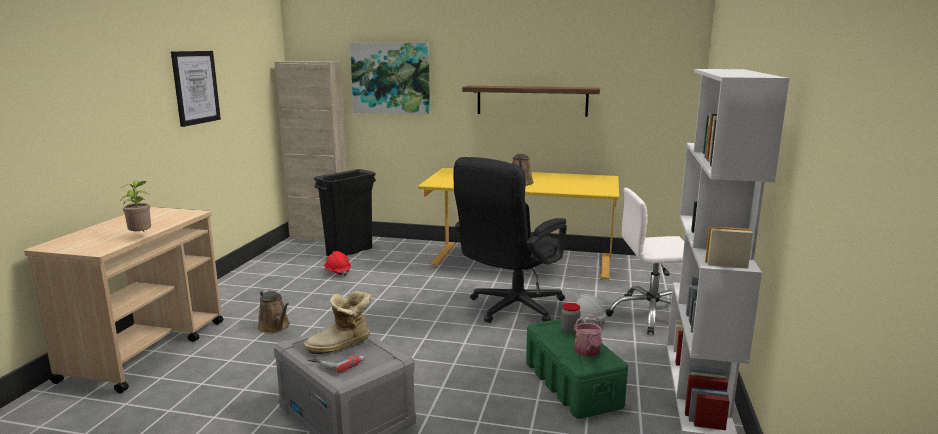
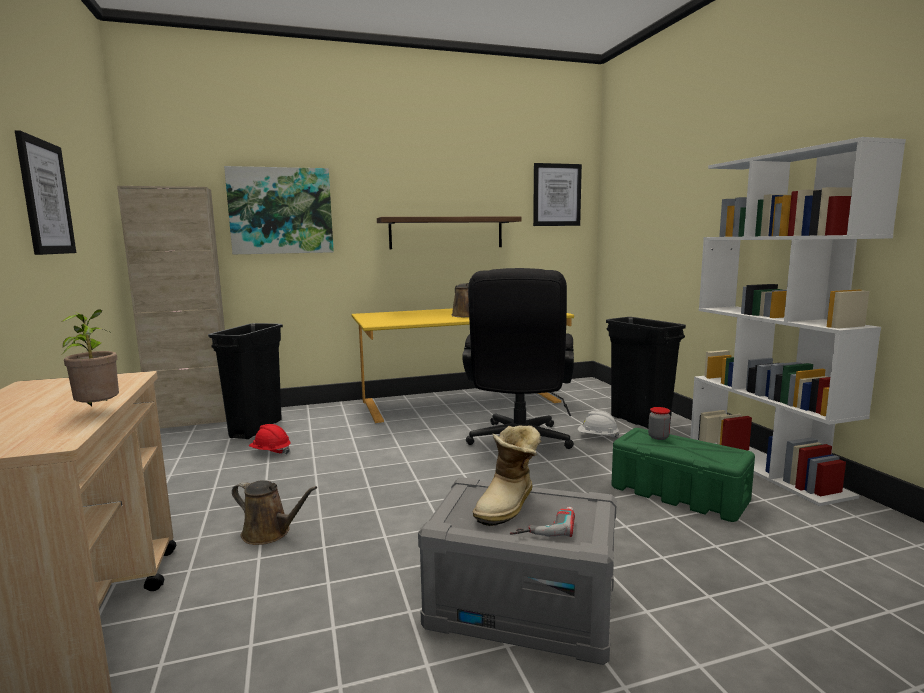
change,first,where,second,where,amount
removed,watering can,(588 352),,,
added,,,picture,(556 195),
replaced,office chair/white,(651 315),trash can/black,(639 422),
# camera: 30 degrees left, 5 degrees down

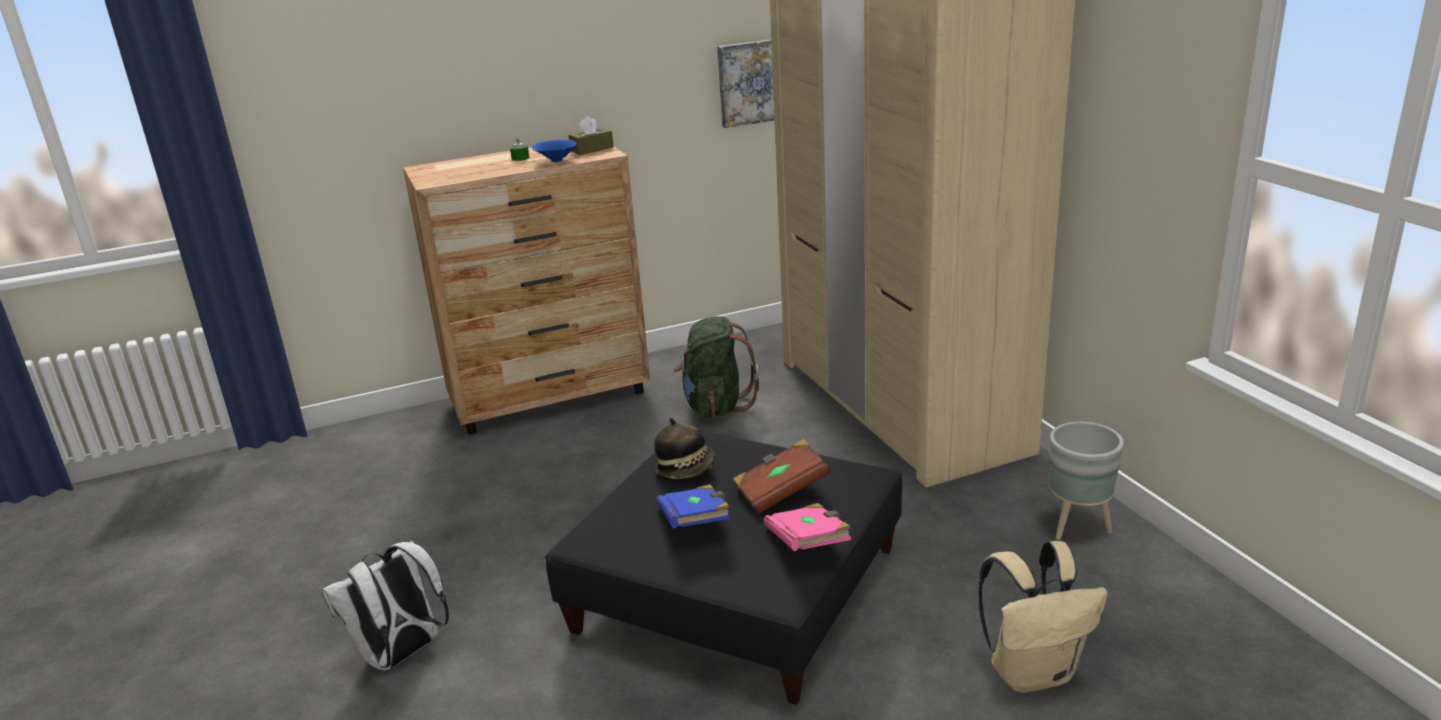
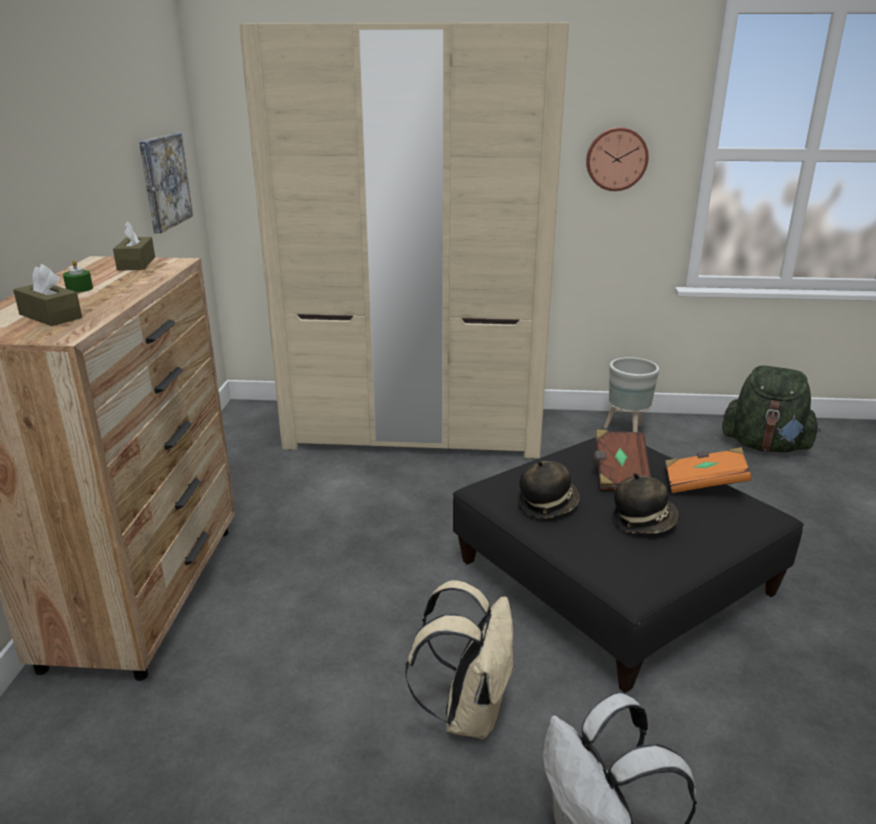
change,first,where,second,where,amount
removed,bowl/blue,(555 161),,,
added,,,tissue box/brown,(50 316),
added,,,wall clock,(616 159),
moved,backpack/green,(716 406),,(765 446),
moved,backpack/beige,(1033 672),,(468 712),
replaced,book/blue,(695 522),hat,(643 522),
recoloured,book/pink,(808 543),book/orange,(704 484),
# camera: 65 degrees left, 0 degrees up

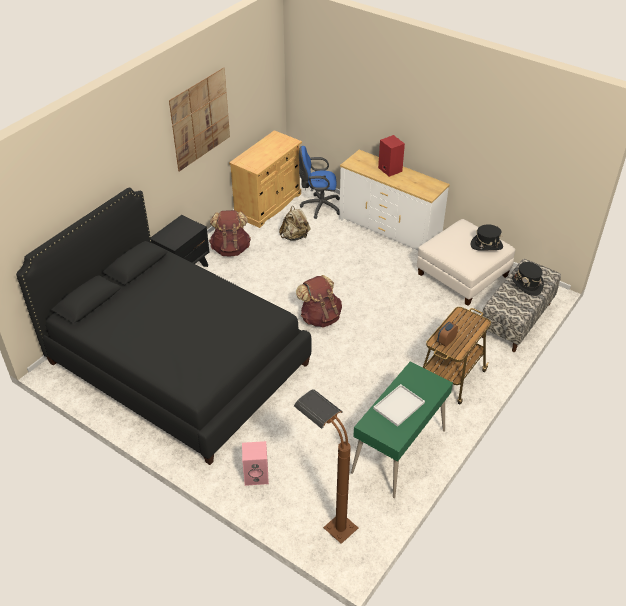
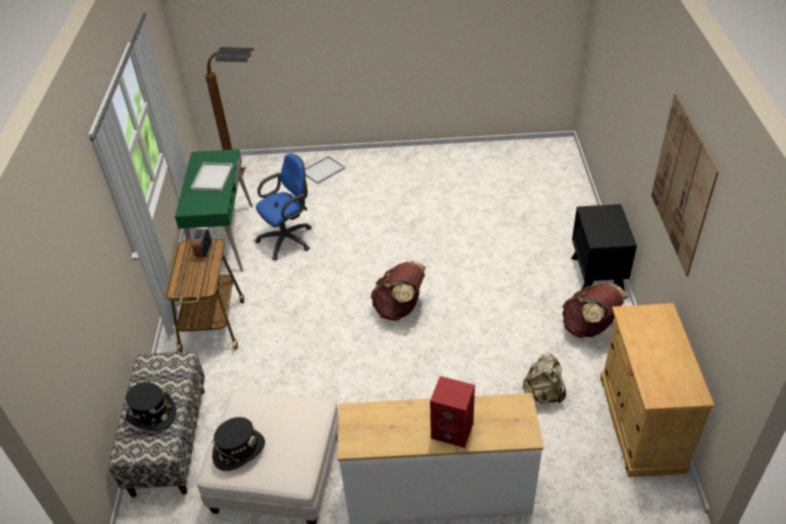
change,first,where,second,where,amount
removed,bed/black,(178 363),,,
moved,office chair/blue,(319 206),,(289 239),
replaced,speaker/pink,(257 475),tray/white,(322 171),
# camera: 145 degrees right, 0 degrees up

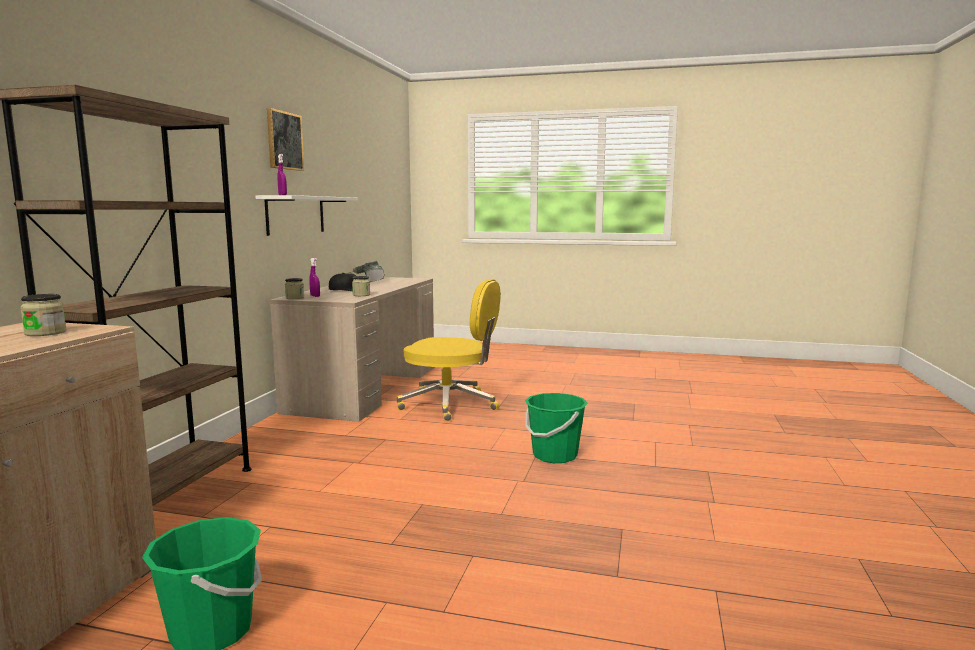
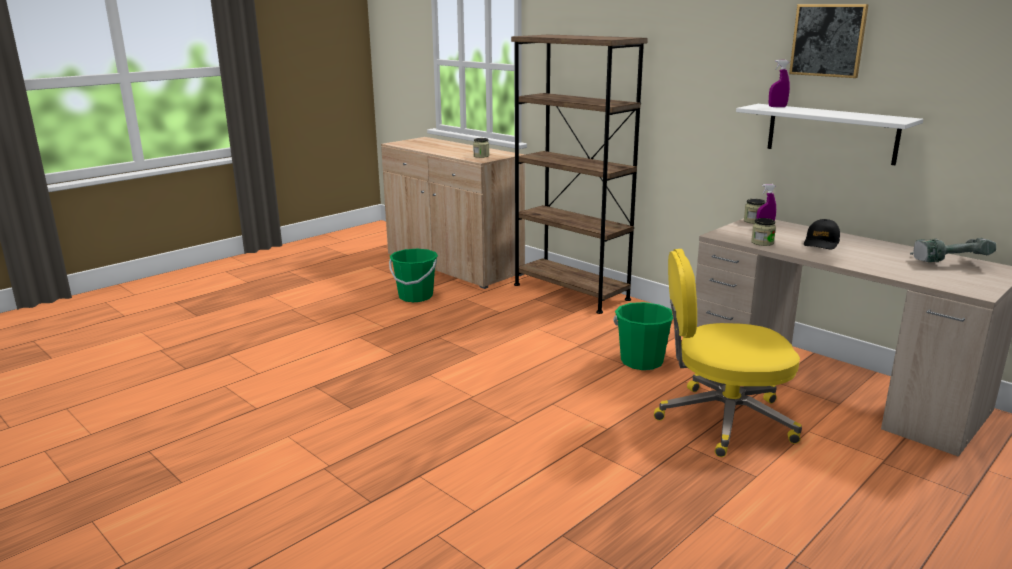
change,first,where,second,where,amount
moved,bucket/green,(554 455),,(641 361),
turned,office chair/yellow,(451 405),,(722 420),45 degrees clockwise
# camera: 120 degrees right, 10 degrees up

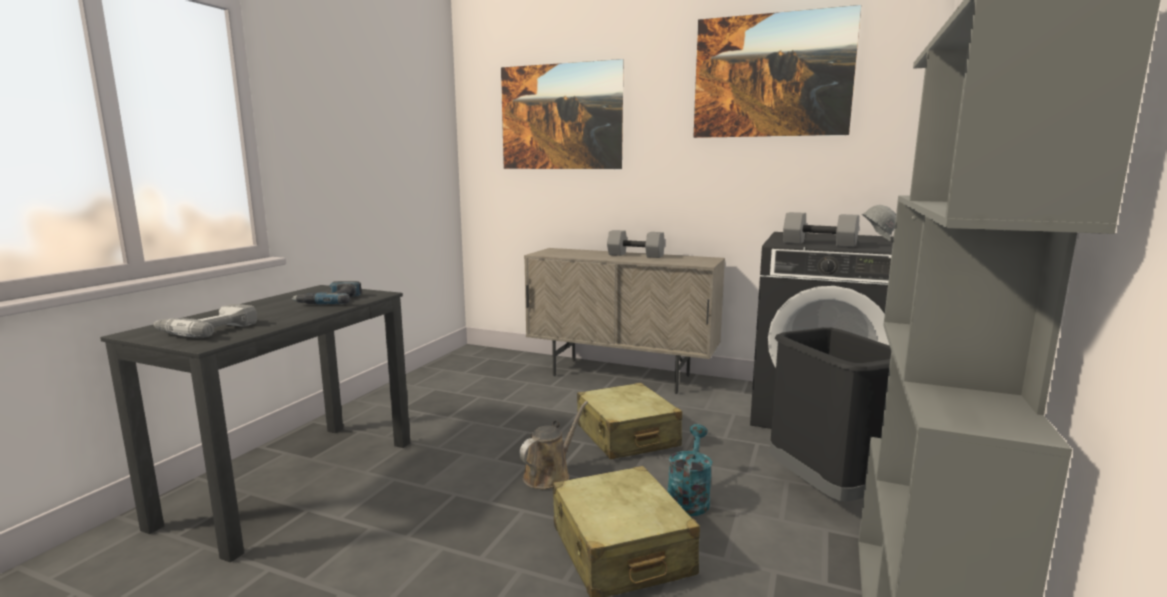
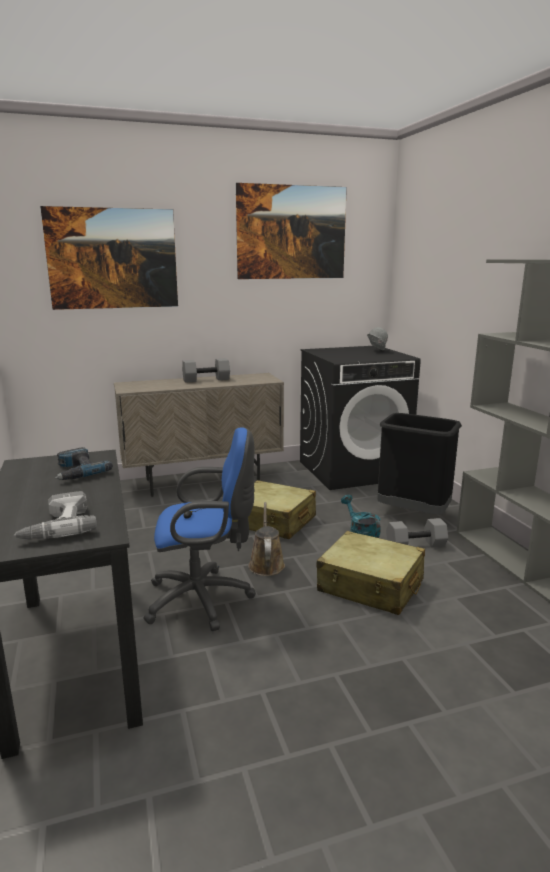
change,first,where,second,where,amount
added,,,office chair/blue,(204 599),
moved,dumbbell/grey,(820 244),,(416 544),
# camera: 40 degrees left, 5 degrees up

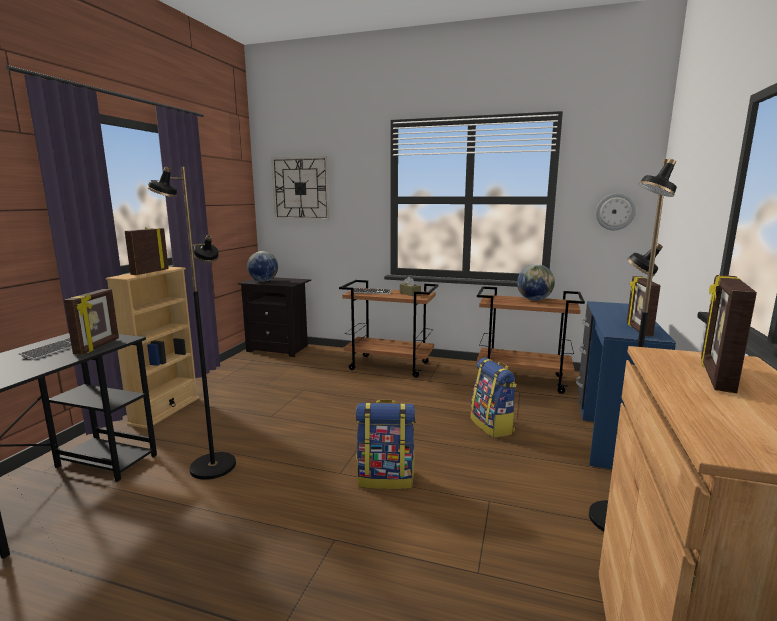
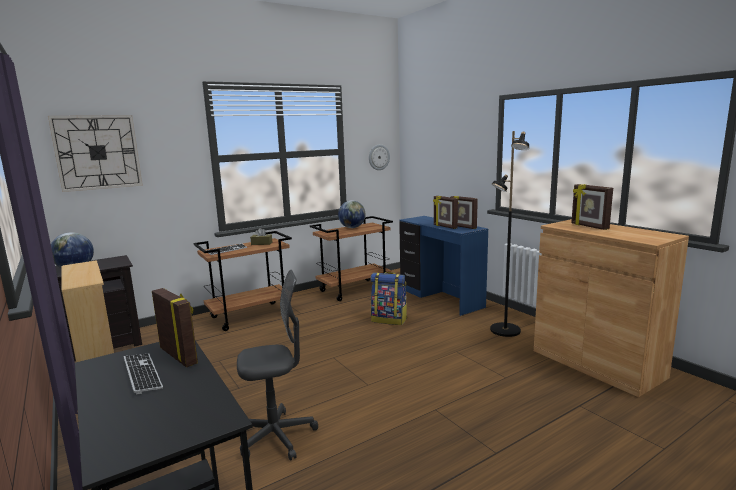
change,first,where,second,where,amount
removed,backpack,(386 478),,,
moved,picture frame,(149 272),,(444 226),
replaced,floor lamp/black,(212 466),office chair/grey,(276 437),
# camera: 50 degrees left, 0 degrees up

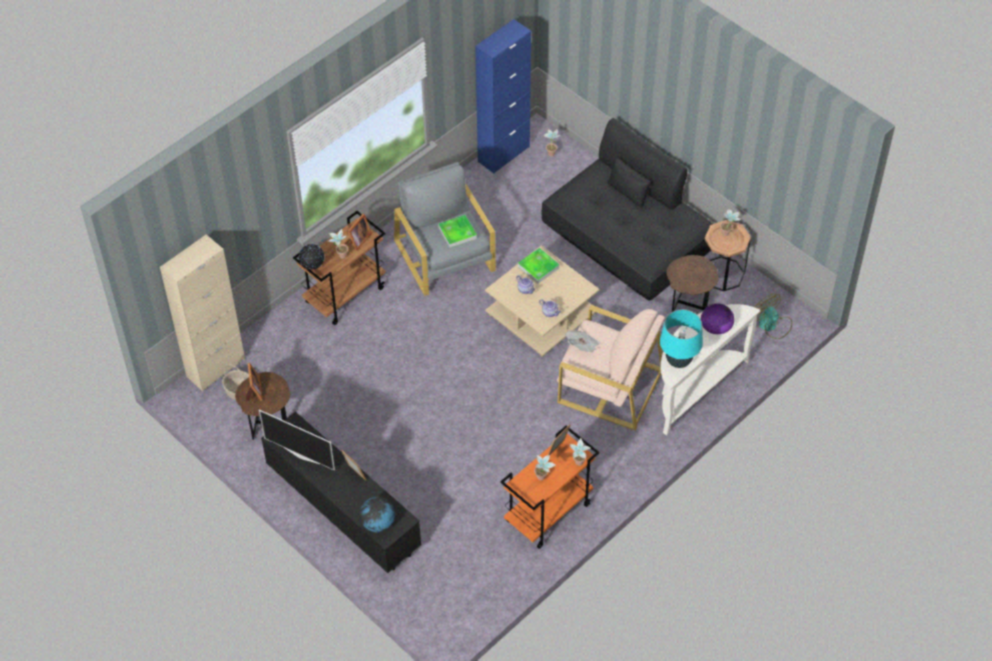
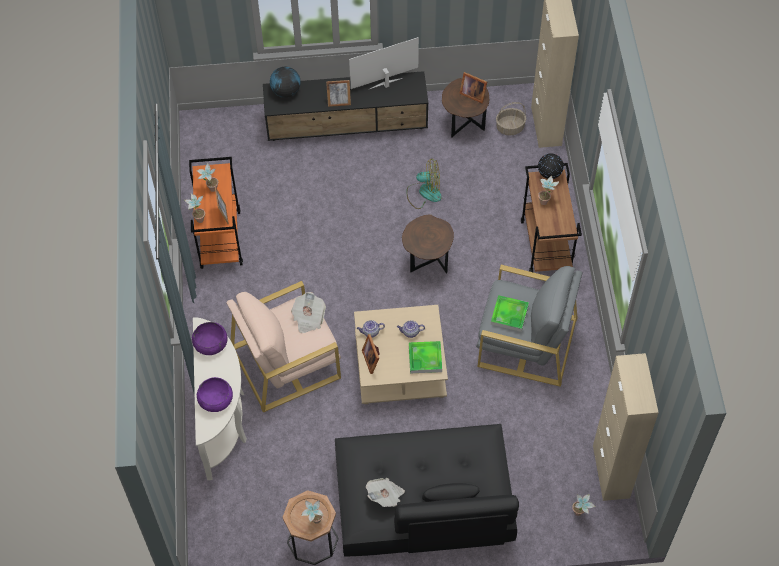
change,first,where,second,where,amount
added,,,newspaper,(385 496),
moved,picture frame,(358 240),,(372 359),
moved,side table/brown,(688 305),,(427 265),
moved,fan,(771 325),,(424 193),
replaced,table lamp/turquoise,(678 361),bowl/purple,(210 343),
recoloured,cabinet/blue,(503 154),cabinet/beige,(611 472),
# camera: 130 degrees right, 5 degrees up

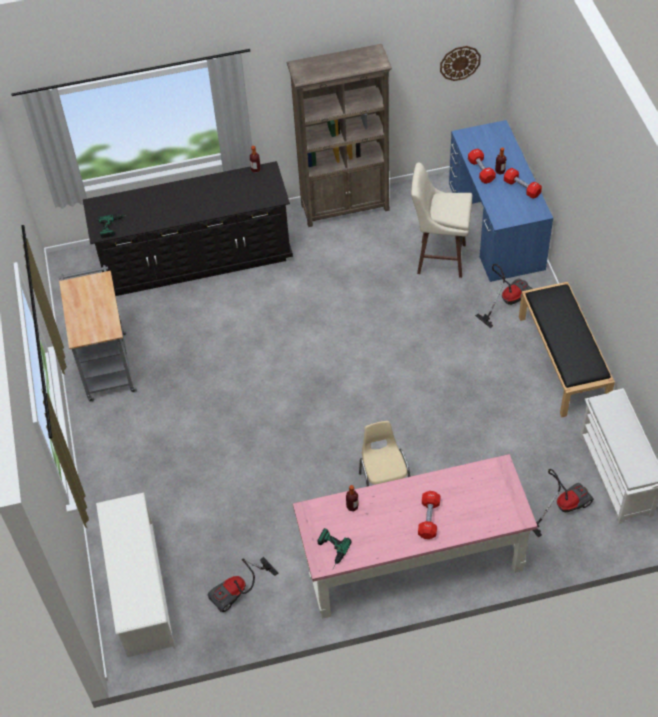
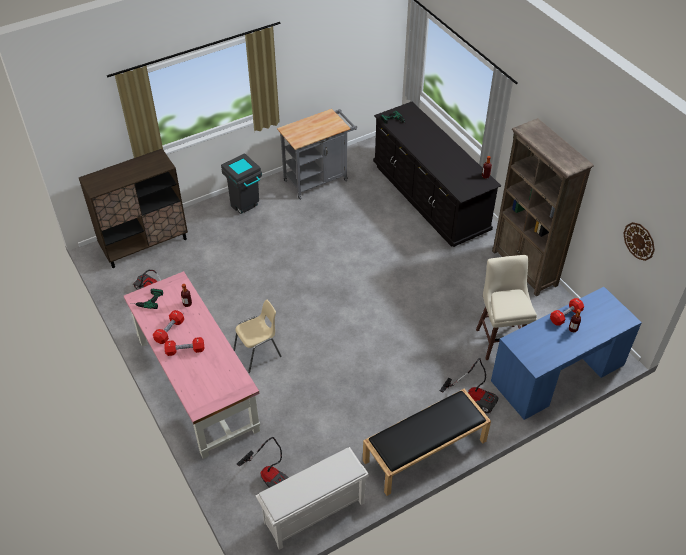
change,first,where,second,where,amount
added,,,trash can/grey,(246 208),
moved,dumbbell/red,(522 188),,(169 331),
replaced,shoe rack/white,(140 591),cabinet/brown,(145 244),
# camera: 70 degrees right, 5 degrees down

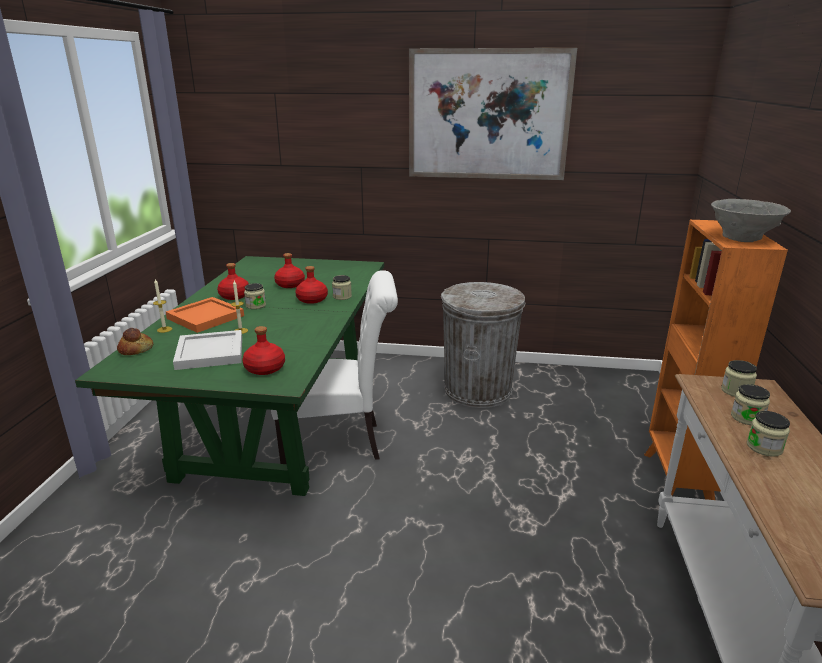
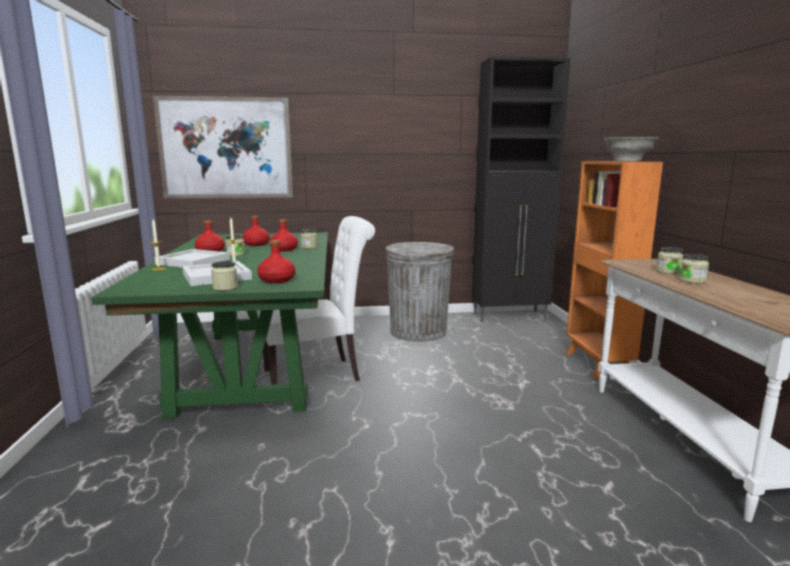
change,first,where,second,where,amount
removed,bread,(135 349),,,
added,,,cabinet/black,(510 316),
moved,picture,(488 115),,(225 148),
moved,jar,(736 391),,(225 287),
recoloured,tray/orange,(204 317),tray/white,(192 261),
# camera: 15 degrees left, 10 degrees down

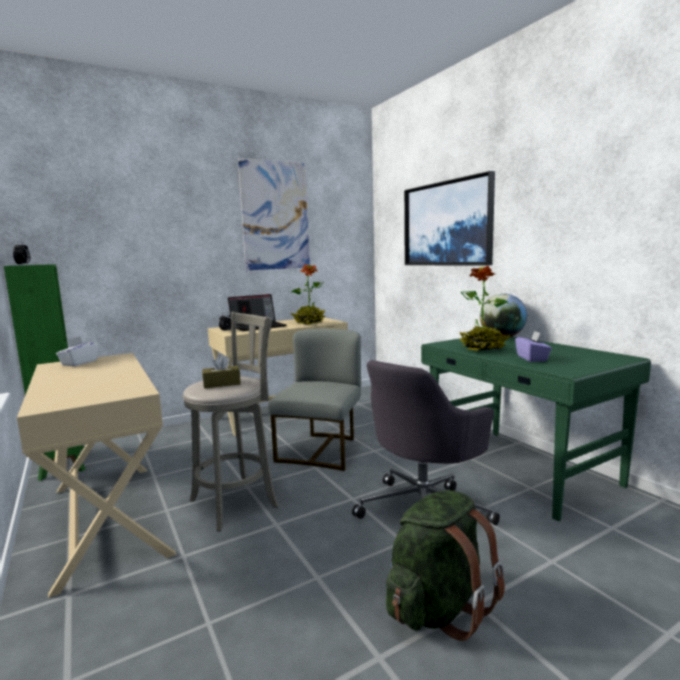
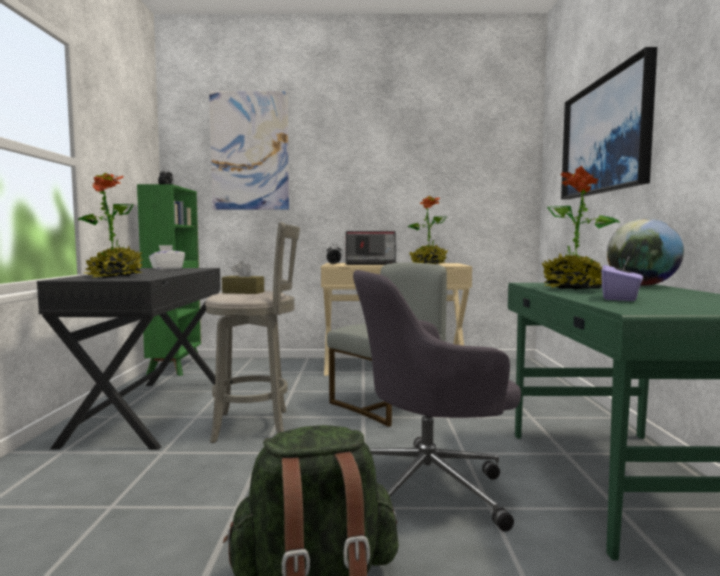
change,first,where,second,where,amount
added,,,potted plant,(115 276),
moved,picture,(275 215),,(249 151),
recoloured,desk/beige,(107 519),desk/black,(150 411),
# camera: 30 degrees right, 5 degrees down

